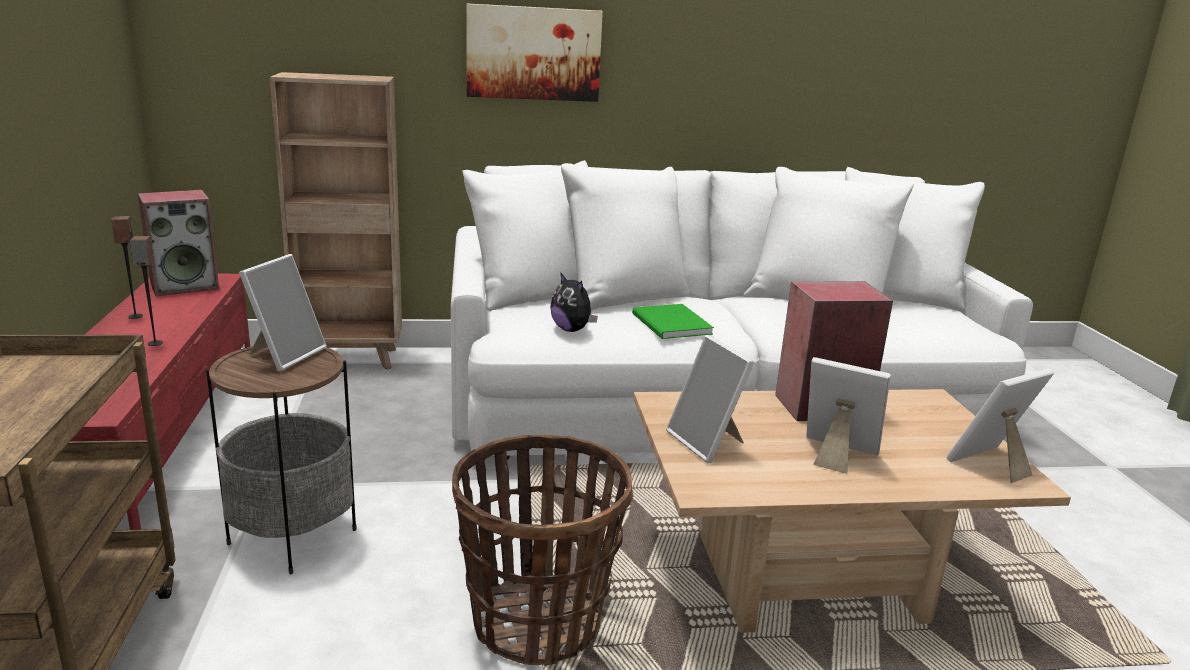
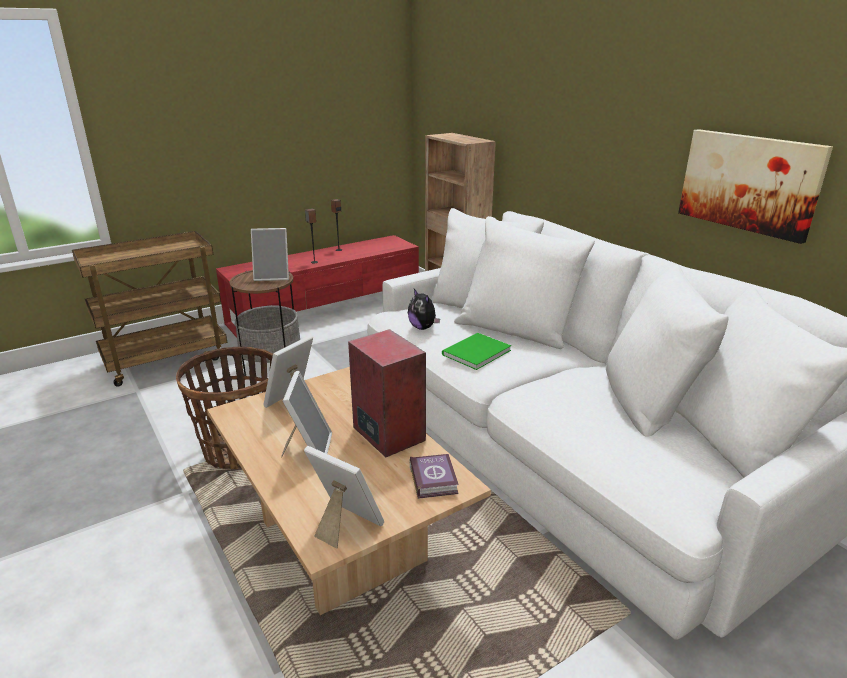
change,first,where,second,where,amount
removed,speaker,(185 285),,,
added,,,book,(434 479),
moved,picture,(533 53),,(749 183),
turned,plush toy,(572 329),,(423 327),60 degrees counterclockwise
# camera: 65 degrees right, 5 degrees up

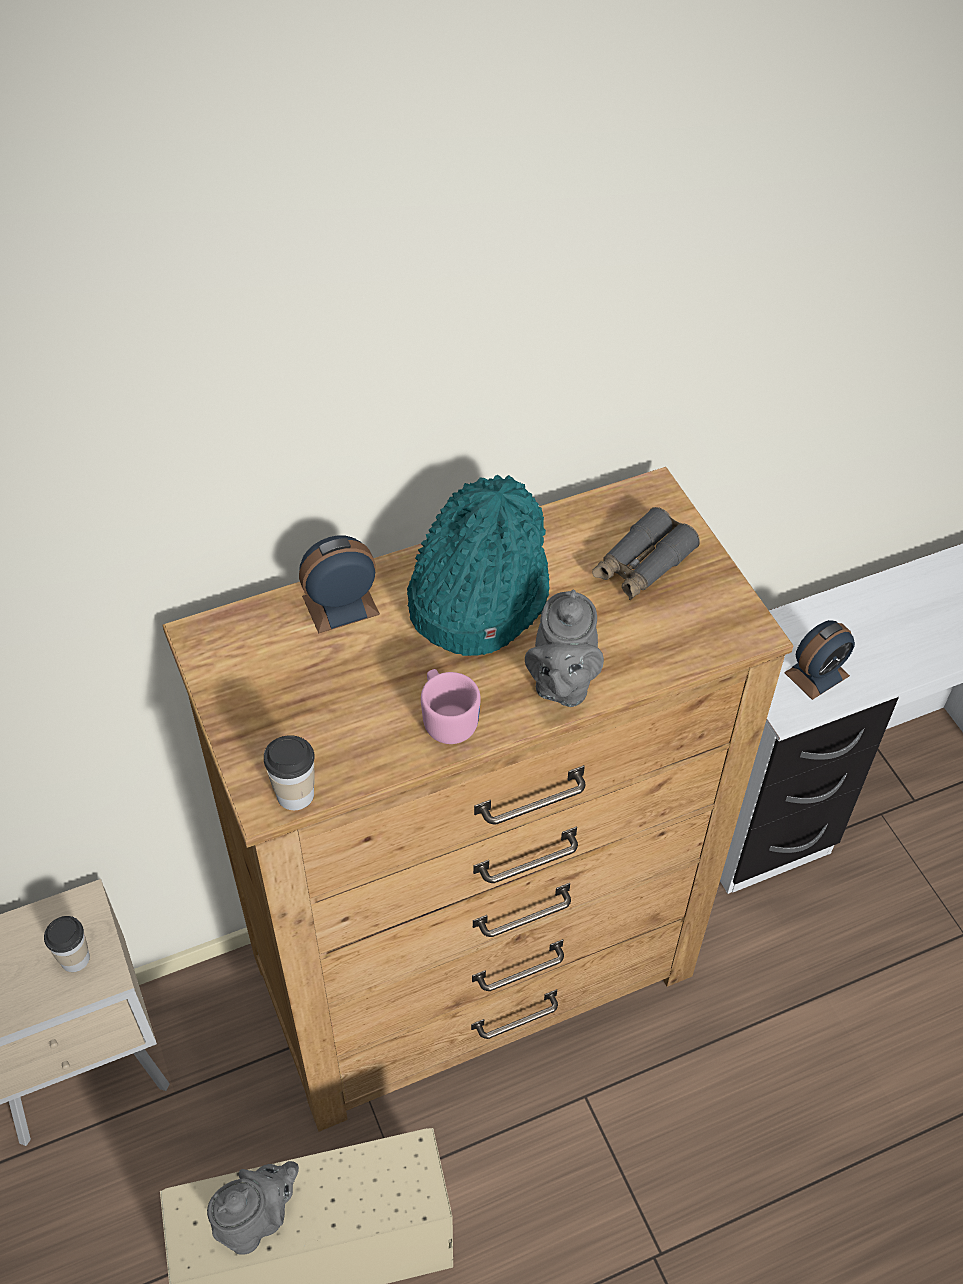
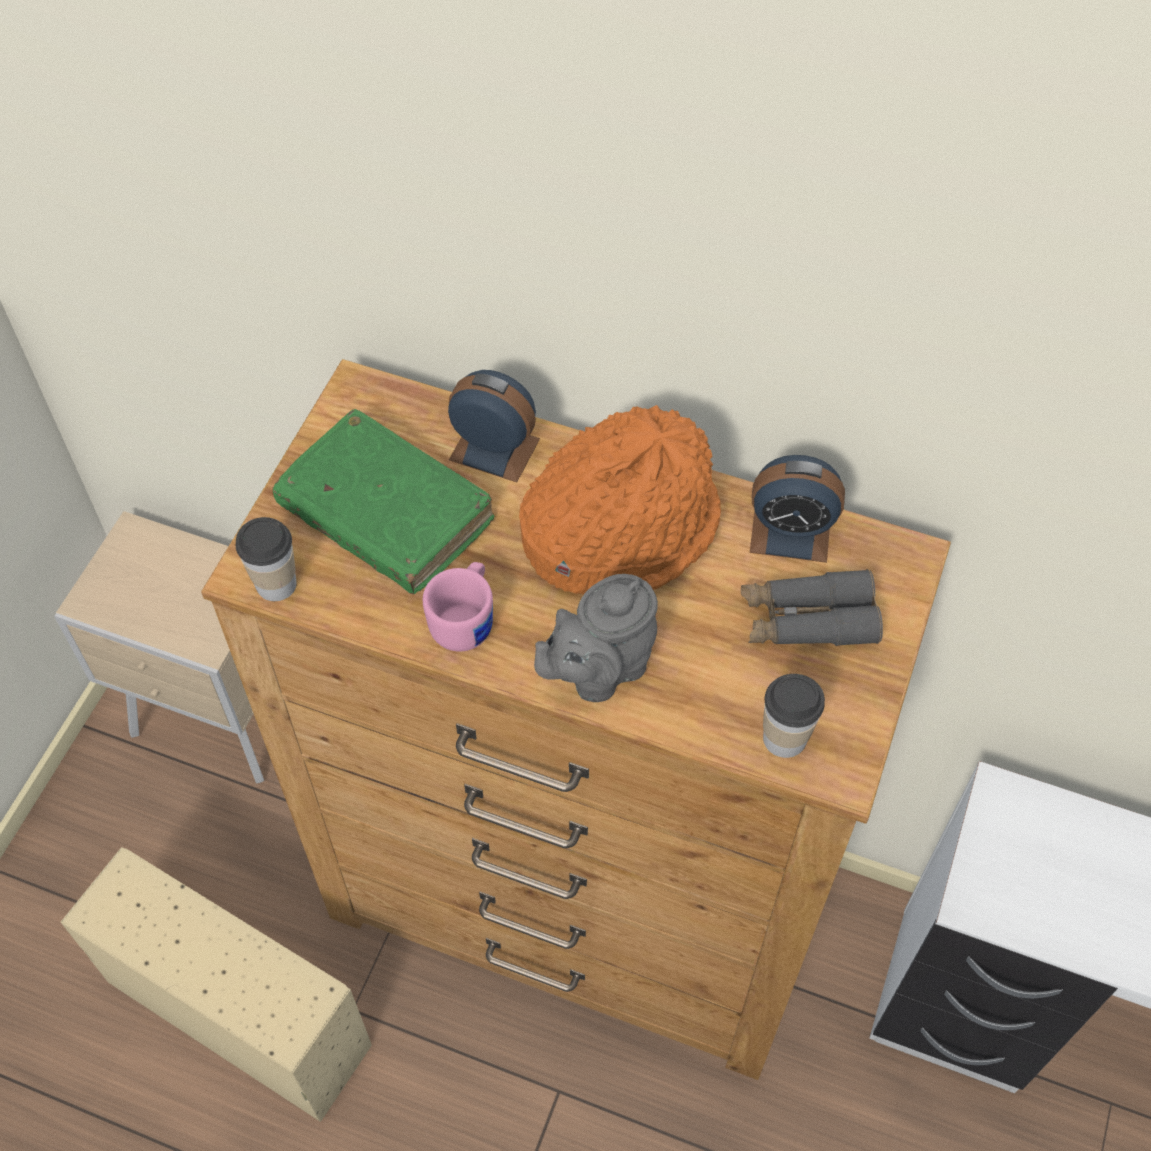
change,first,where,second,where,amount
removed,teapot/grey,(257 1219),,,
added,,,book/green,(386 515),
moved,cup,(75 958),,(784 738),
moved,alarm clock,(816 674),,(790 532),
recoloured,hat/turquoise,(476 595),hat/orange,(619 529),
# camera: 45 degrees right, 5 degrees up

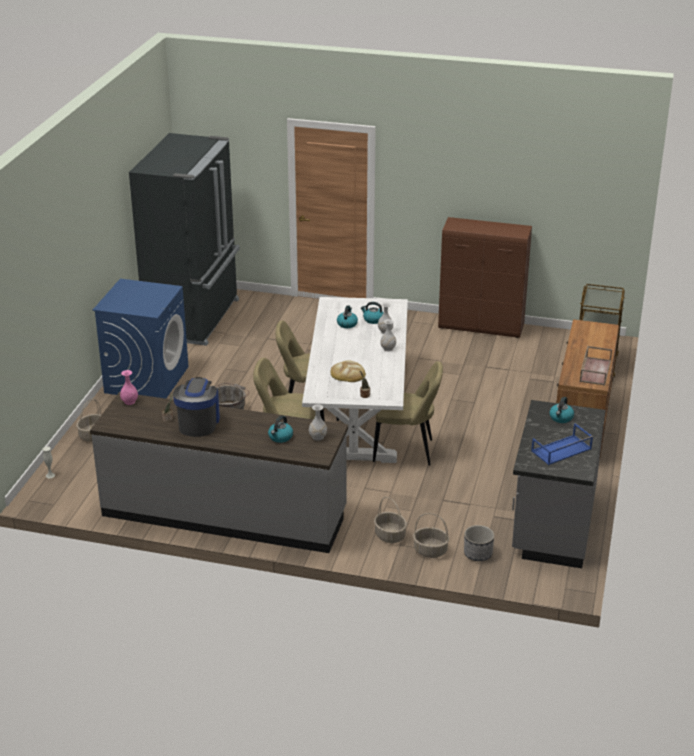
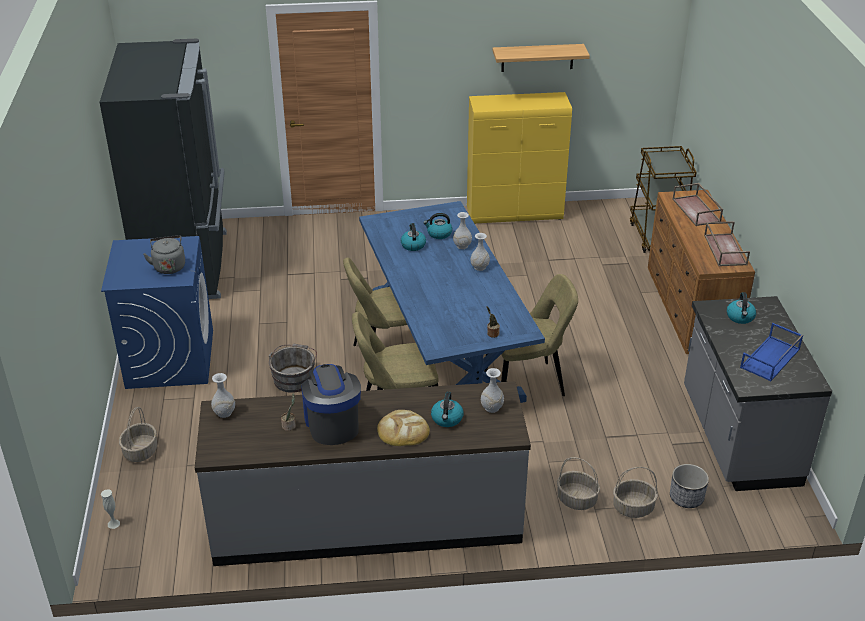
change,first,where,second,where,amount
added,,,kettle/grey,(169 266),
added,,,shelf,(537 57),
added,,,tray/brown,(697 210),
moved,bread,(348 374),,(403 431),
recoloured,vase/pink,(129 402),vase/white,(224 413),
recoloured,dining table/white,(357 411),dining table/blue,(443 345),
recoloured,cabinet/brown,(481 327),cabinet/yellow,(515 214),
# camera: 20 degrees left, 5 degrees up

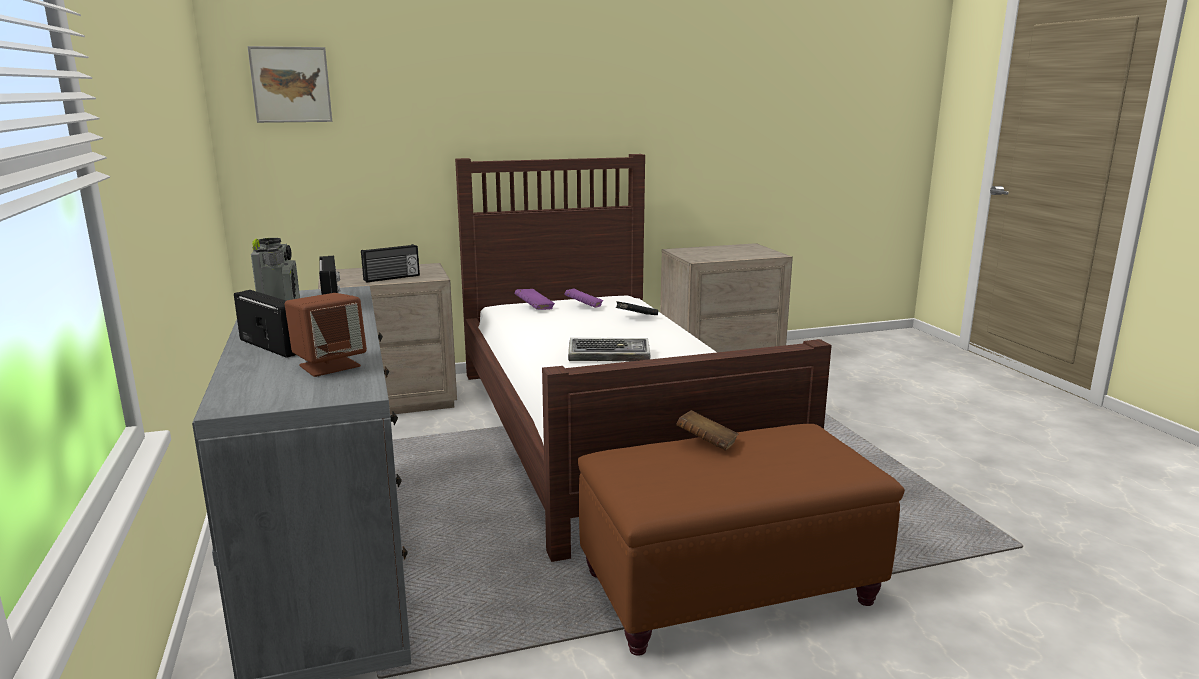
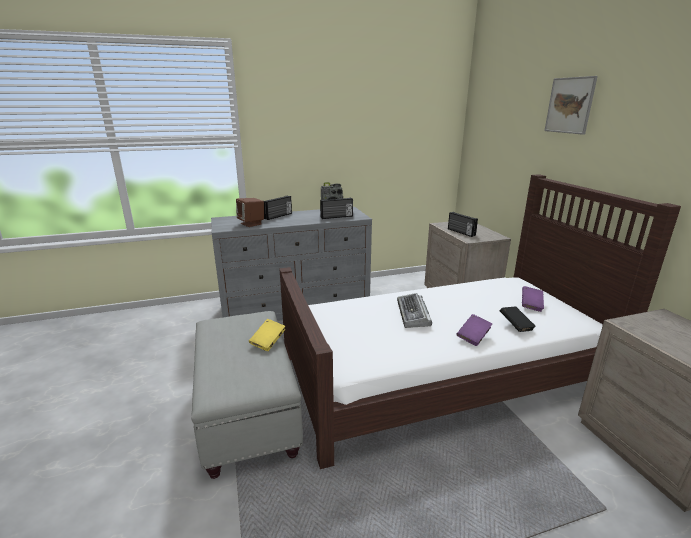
change,first,where,second,where,amount
moved,picture,(291 84),,(569 105),
moved,book/purple,(534 308),,(473 337),
recoloured,ottoman/brown,(730 588),ottoman/grey,(248 414),
recoloured,book/brown,(706 444),book/yellow,(268 342),
# camera: 90 degrees right, 5 degrees up

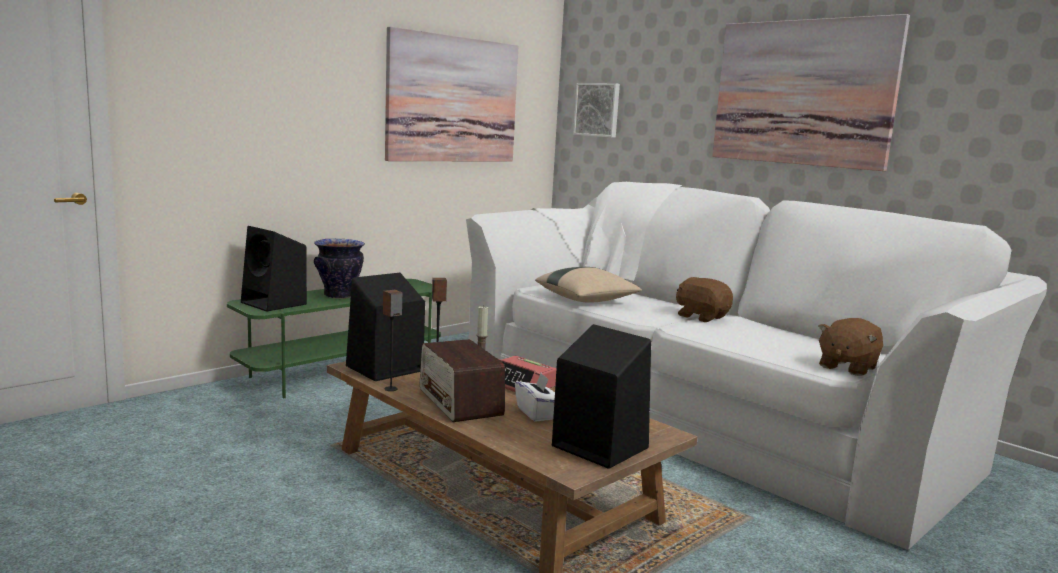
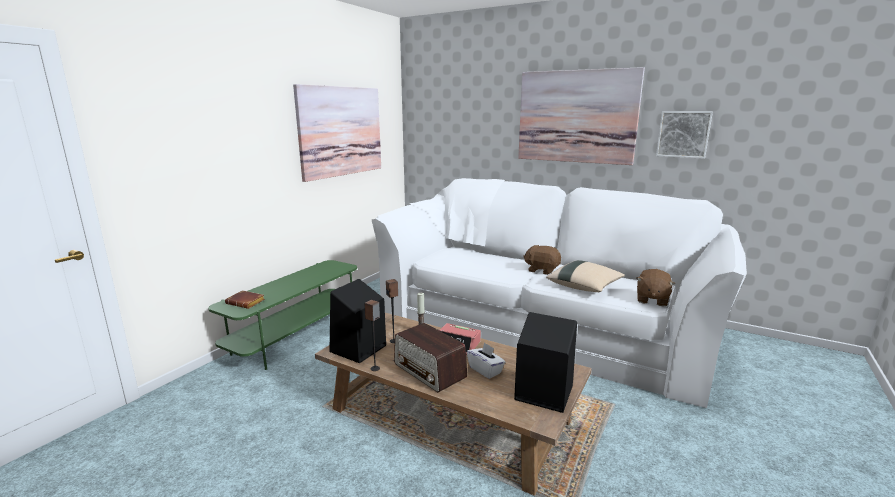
change,first,where,second,where,amount
removed,vase,(339 296),,,
moved,pillow/beige,(587 300),,(584 287),
moved,picture,(597 110),,(683 134),
replaced,speaker/black,(275 303),book/brown,(247 302),
# camera: 15 degrees left, 5 degrees up

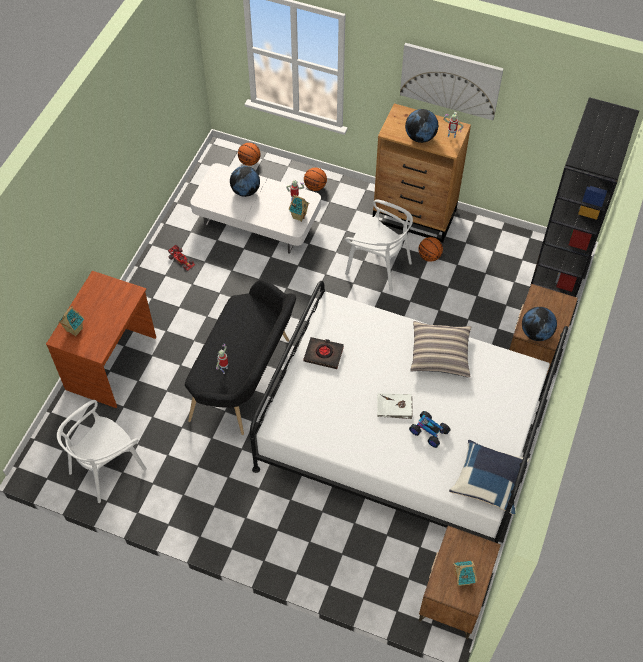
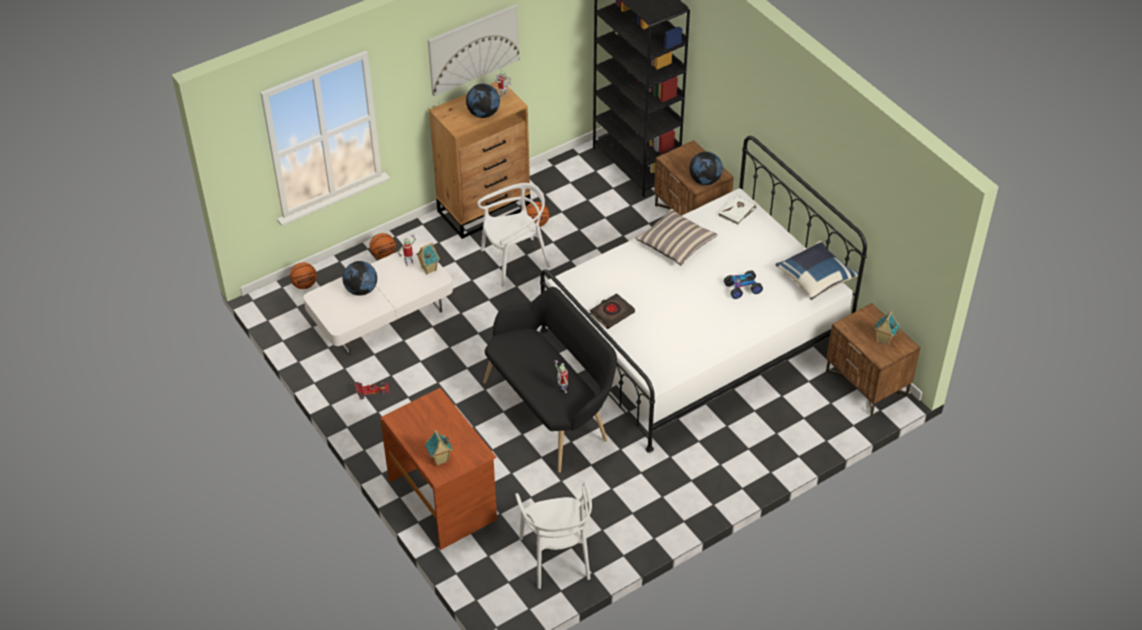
change,first,where,second,where,amount
moved,book/white,(394 407),,(737 211),
# camera: 55 degrees left, 10 degrees down

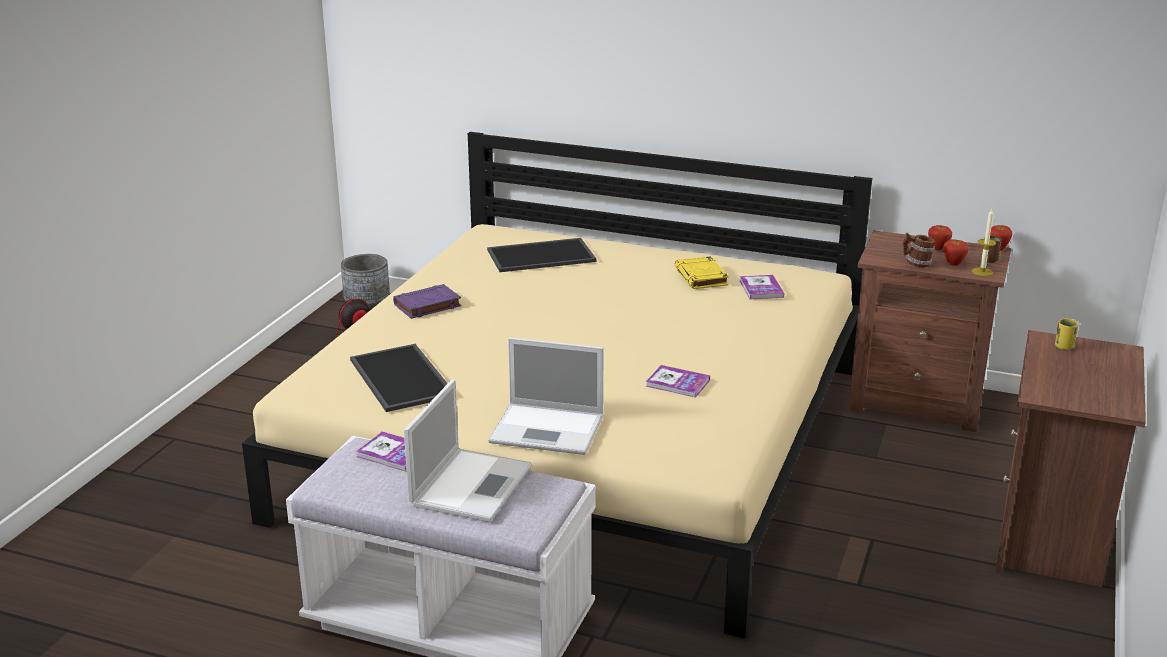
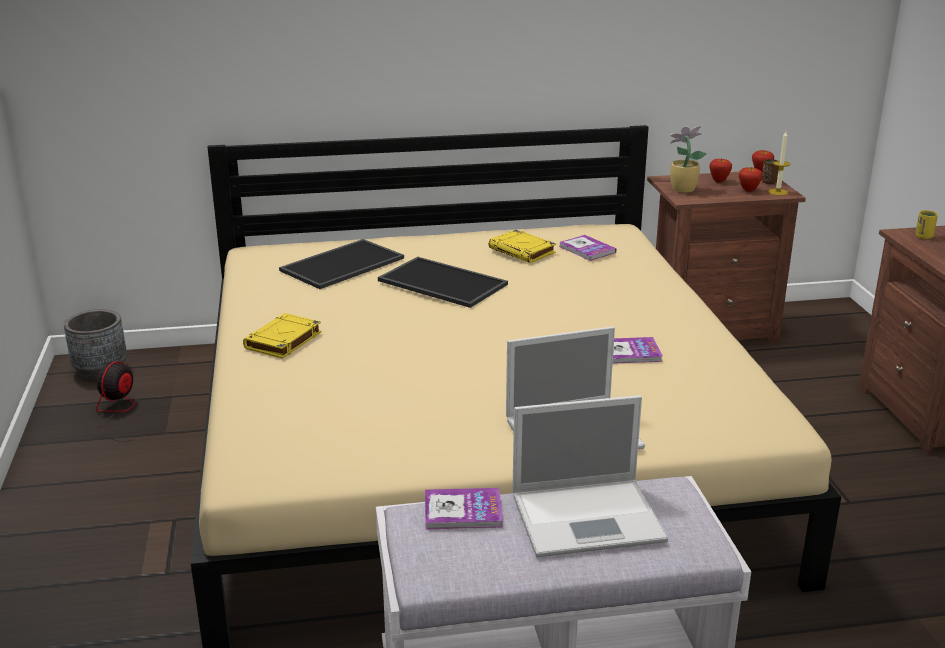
change,first,where,second,where,amount
removed,mug,(916 264),,,
added,,,potted plant,(681 189),
moved,tray,(399 378),,(440 283),
recoloured,book/purple,(427 306),book/yellow,(283 341),
turned,laptop,(472 484),,(590 517),90 degrees clockwise
# camera: 30 degrees left, 0 degrees up

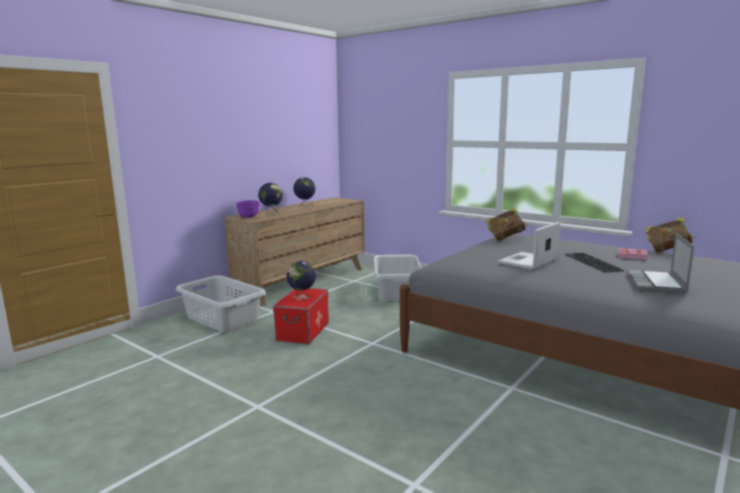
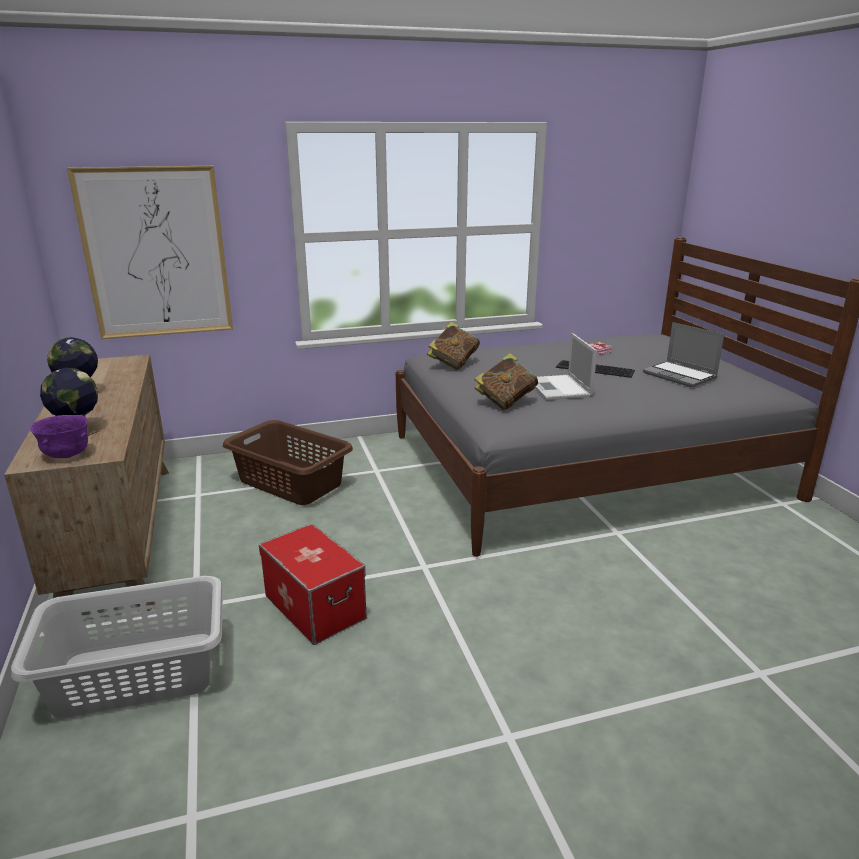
change,first,where,second,where,amount
removed,globe,(302 297),,,
added,,,picture,(156 253),
moved,book,(667 251),,(505 402),
recoloured,laundry basket/grey,(397 291),laundry basket/brown,(290 482),
# camera: 55 degrees left, 10 degrees up

